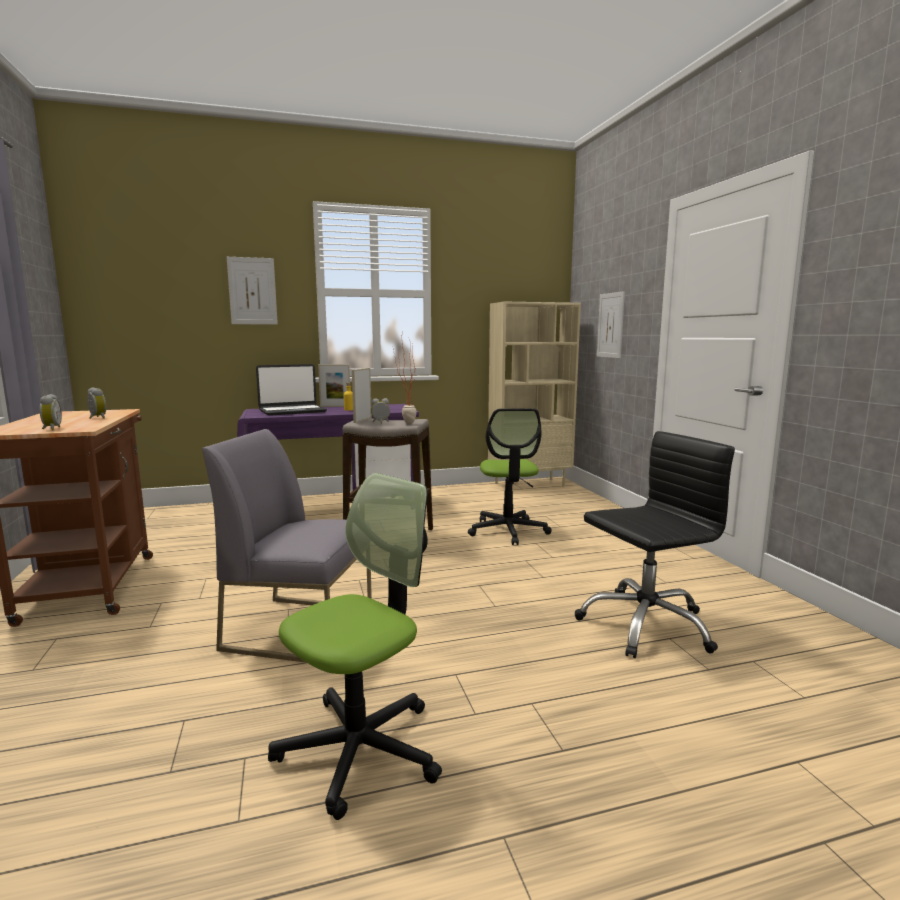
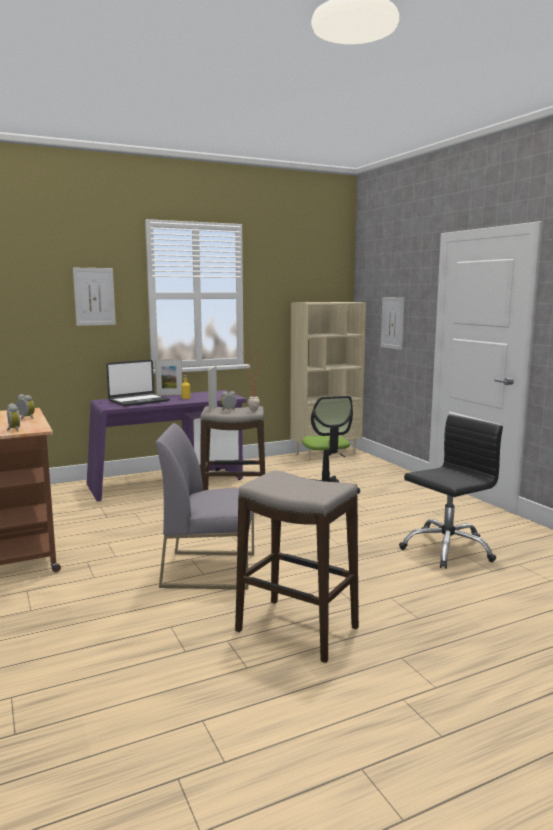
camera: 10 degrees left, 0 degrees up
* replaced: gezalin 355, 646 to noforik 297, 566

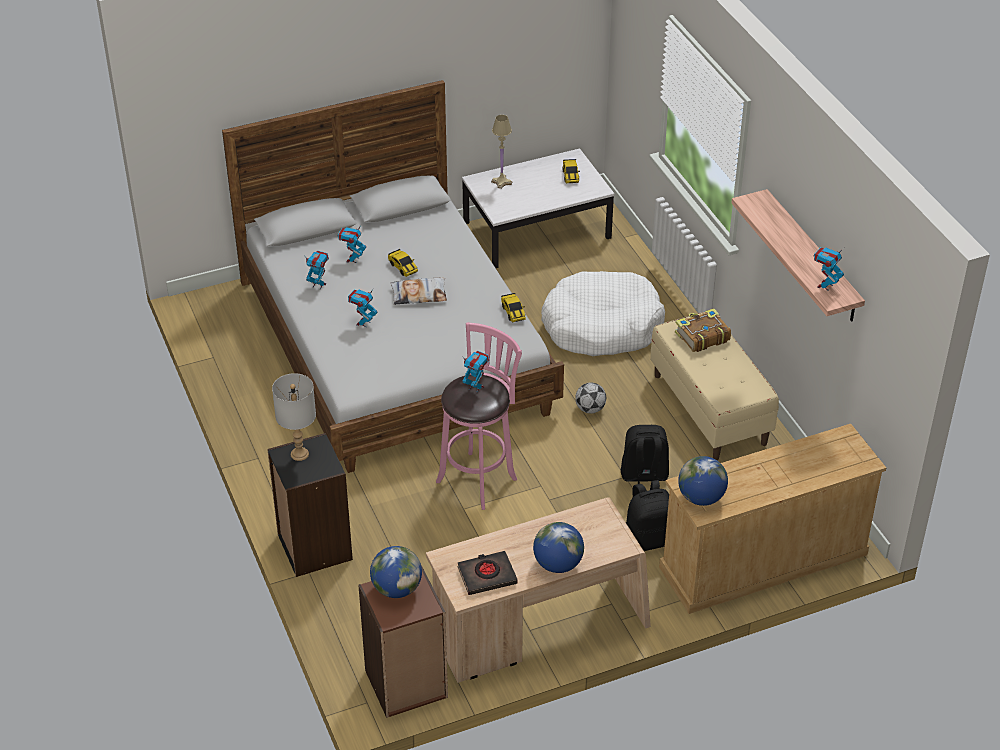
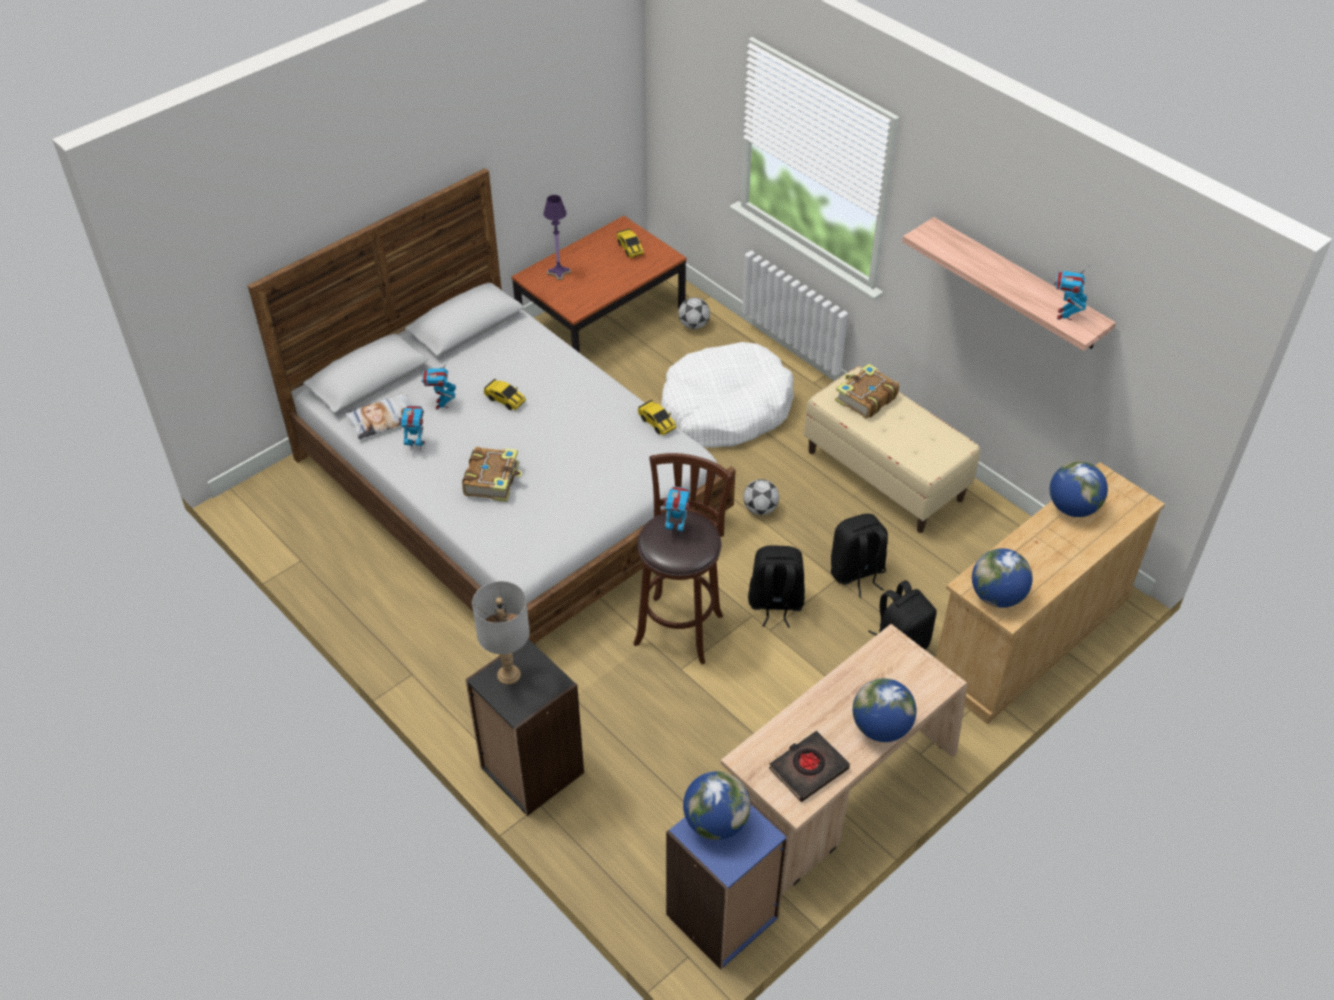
camera: 20 degrees left, 5 degrees up
* added: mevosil 694, 313
* added: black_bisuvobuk 776, 586
* added: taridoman 1079, 489
* moved: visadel 418, 291 to 378, 416
* replaced: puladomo 363, 307 to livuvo 492, 474
* recoloured: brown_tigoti 403, 642 to blue_tigoti 727, 885
* recoloured: pink_noforik 479, 416 to brown_noforik 683, 558
* recoloured: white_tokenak 538, 208 to brown_tokenak 599, 284
* recoloured: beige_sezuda 502, 152 to purple_sezuda 557, 237

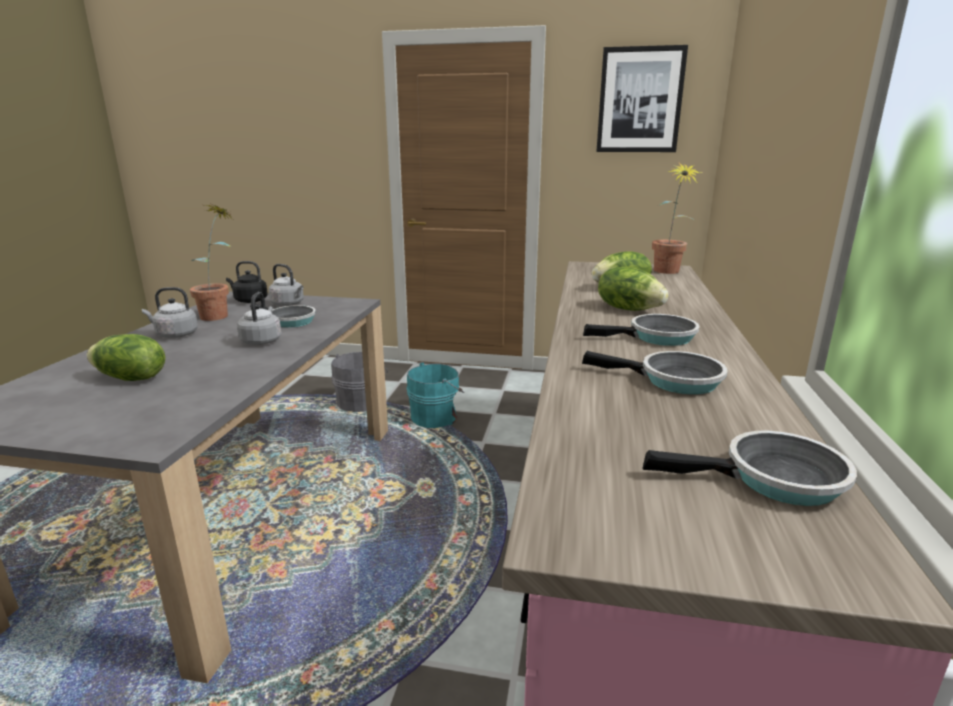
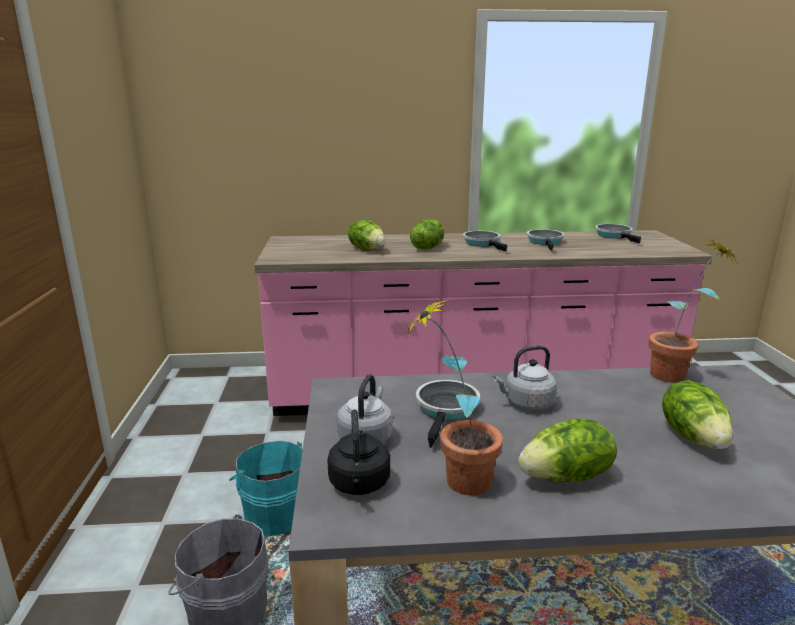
camera: 105 degrees left, 0 degrees up
* removed: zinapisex 642, 98
* moved: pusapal 678, 218 to 693, 311
* replaced: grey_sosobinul 170, 312 to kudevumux 567, 450

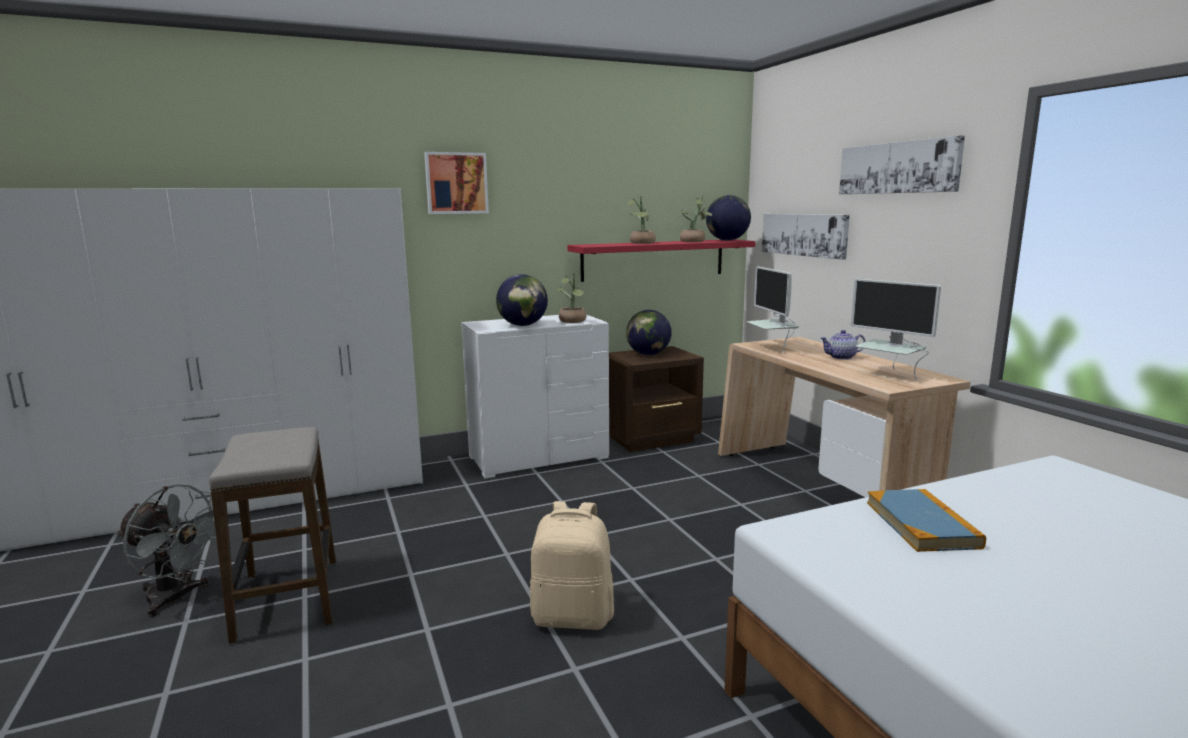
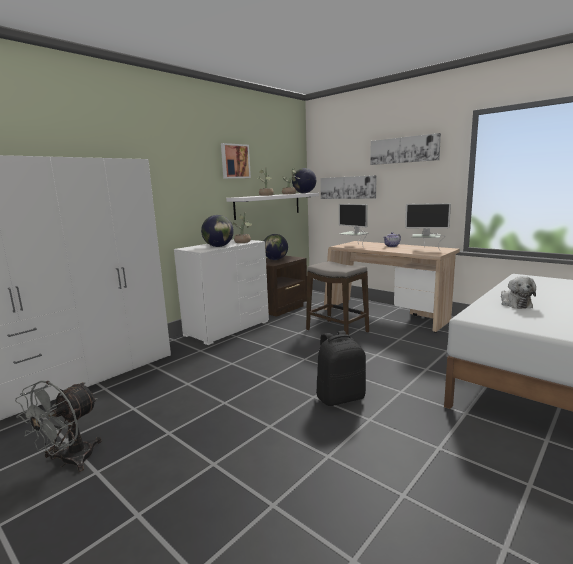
camera: 25 degrees left, 0 degrees up
* moved: noforik 272, 535 to 337, 298
* moved: zinapisex 456, 183 to 236, 161
* replaced: livuvo 926, 520 to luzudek 518, 292
* recoloured: beige_bisuvobuk 572, 565 to black_bisuvobuk 341, 368
* recoloured: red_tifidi 661, 260 to white_tifidi 272, 206
* turned: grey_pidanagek 167, 550 = 58, 426 120 degrees clockwise

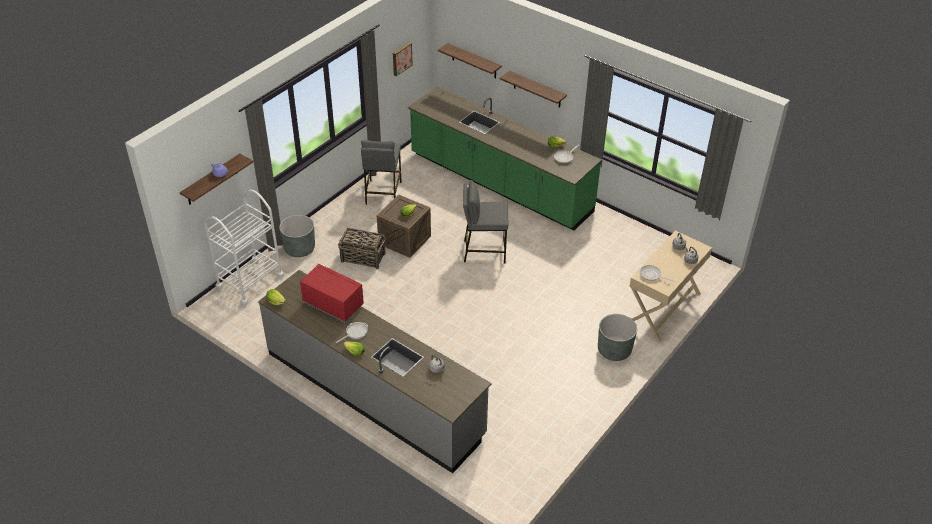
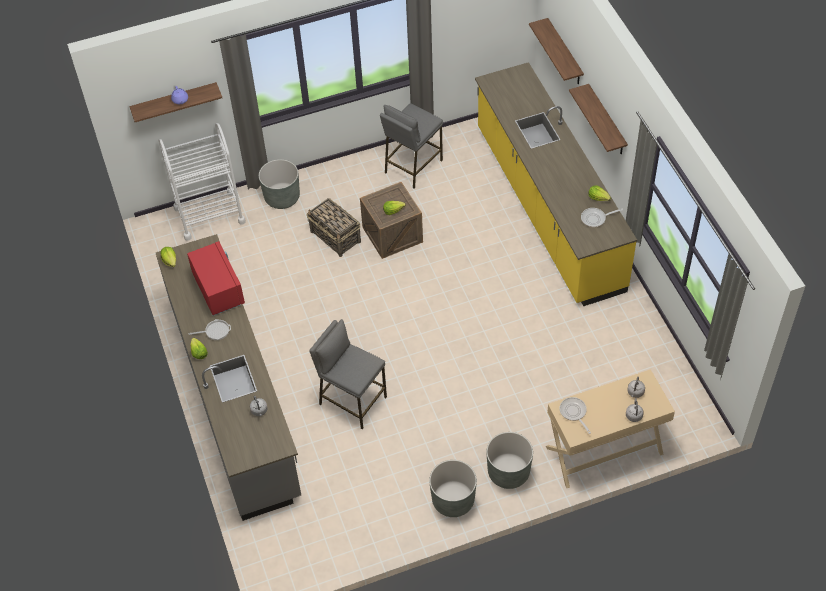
camera: 35 degrees right, 10 degrees up
* removed: zinapisex 403, 59
* added: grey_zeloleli 453, 488
* moved: grey_noforik 485, 221 to 348, 374
* recoloured: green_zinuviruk 505, 159 to yellow_zinuviruk 556, 184

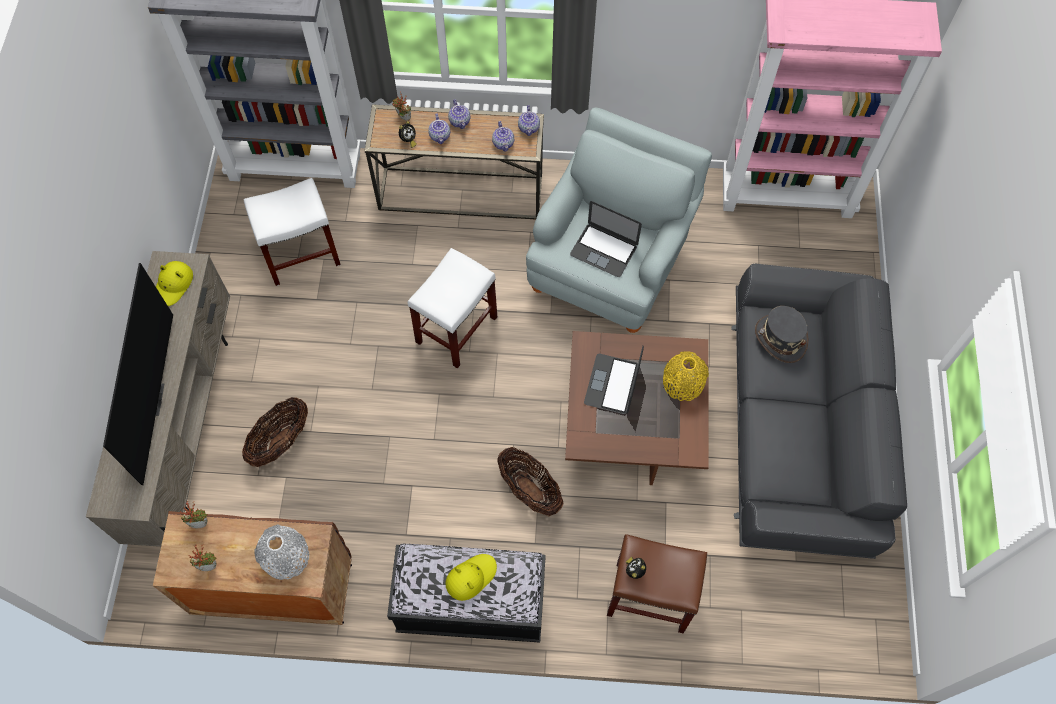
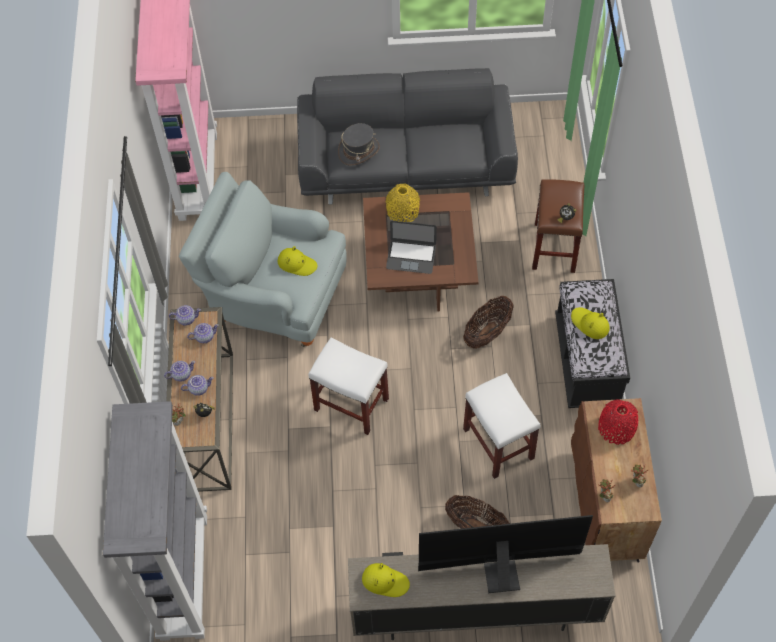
camera: 95 degrees left, 5 degrees down
* moved: white_noforik 292, 232 to 502, 426
* replaced: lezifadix 606, 239 to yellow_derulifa 297, 261
* recoloured: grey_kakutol 281, 552 to red_kakutol 618, 422

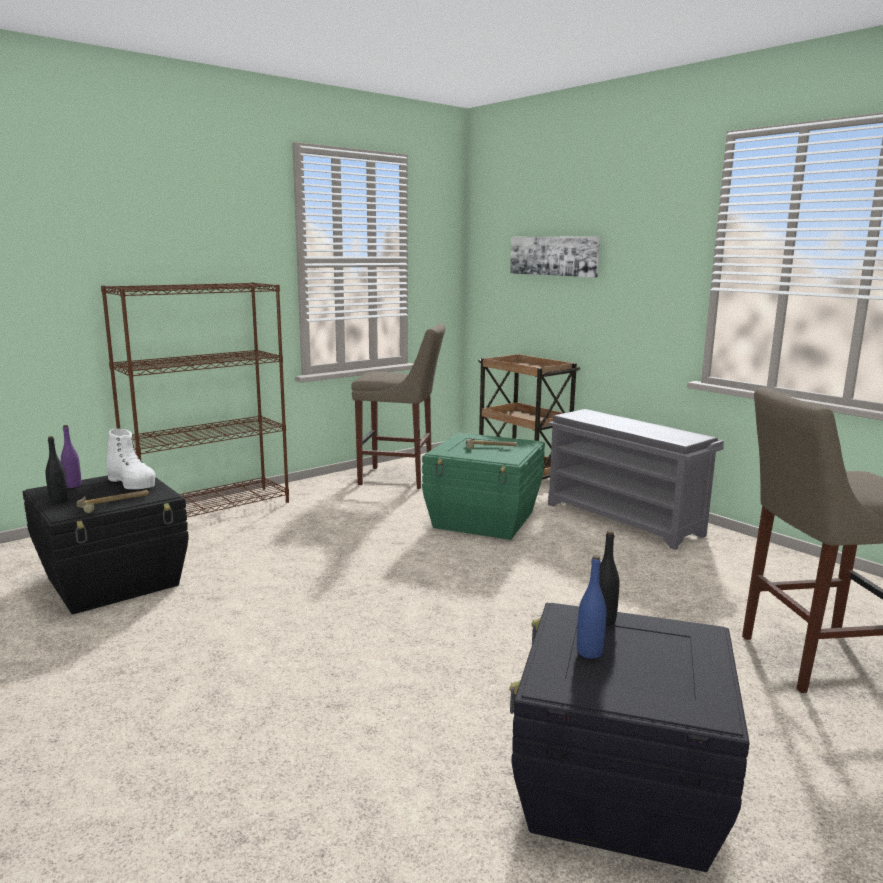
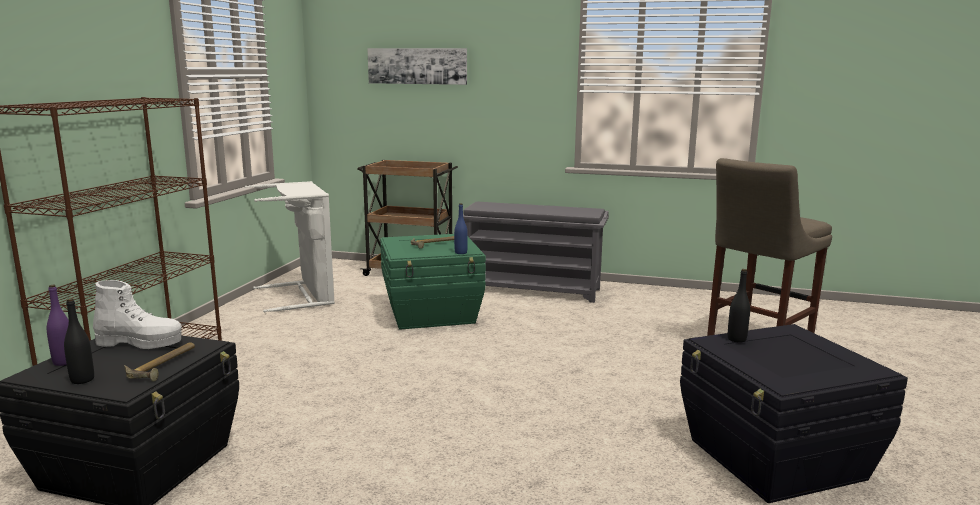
camera: 35 degrees left, 0 degrees up
* moved: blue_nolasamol 591, 607 to 461, 228
* replaced: beige_noforik 398, 406 to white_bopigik 289, 246

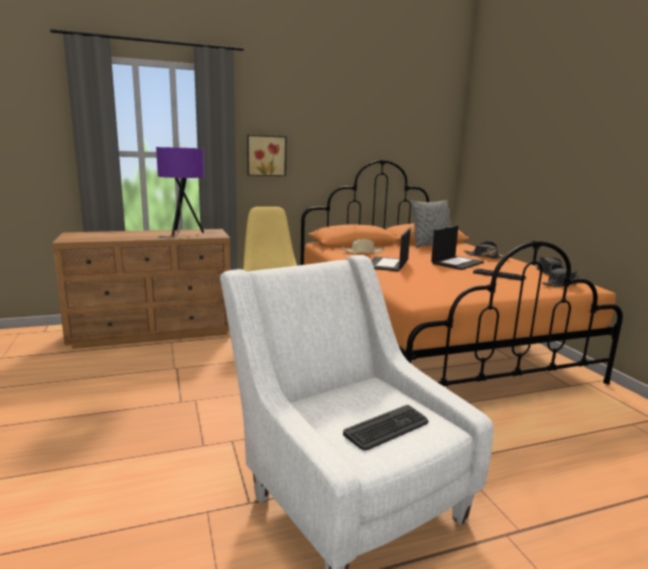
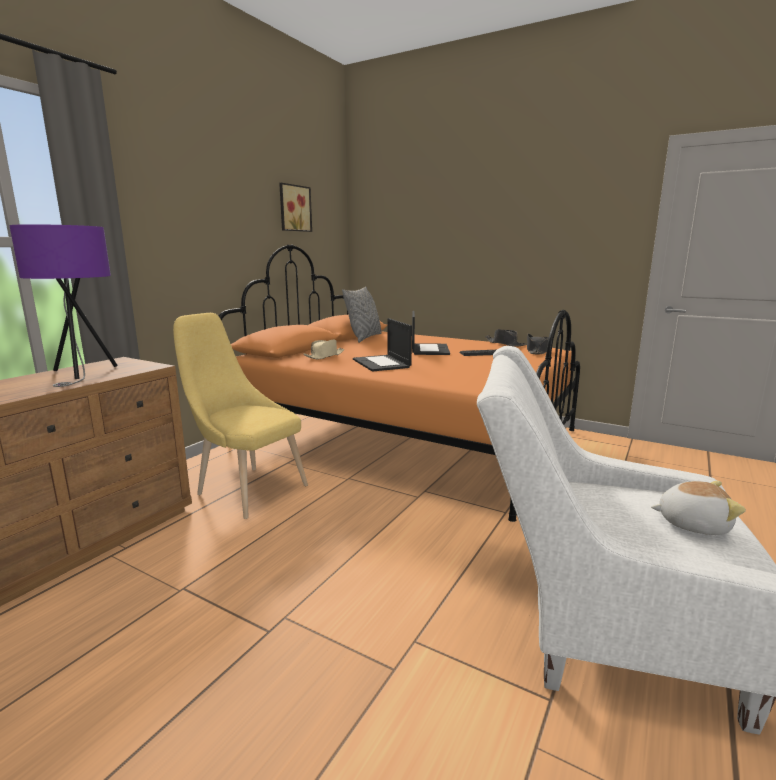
camera: 40 degrees left, 0 degrees up
* removed: black_derulifa 484, 250
* moved: zinapisex 266, 155 to 295, 207
* replaced: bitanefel 385, 427 to luzudek 698, 508

